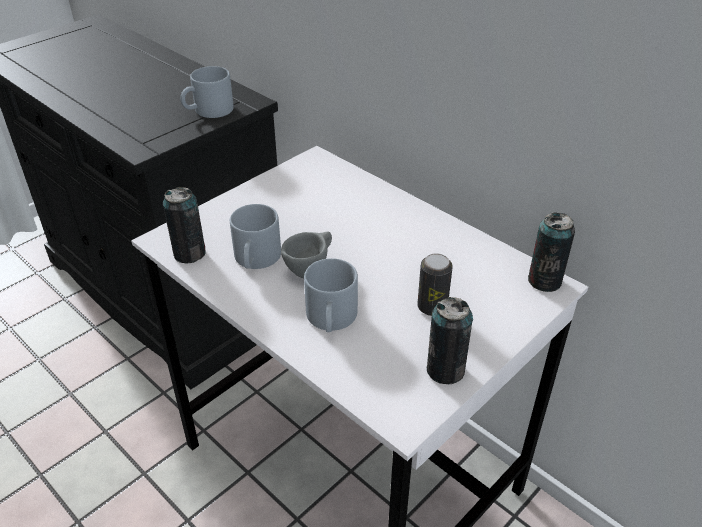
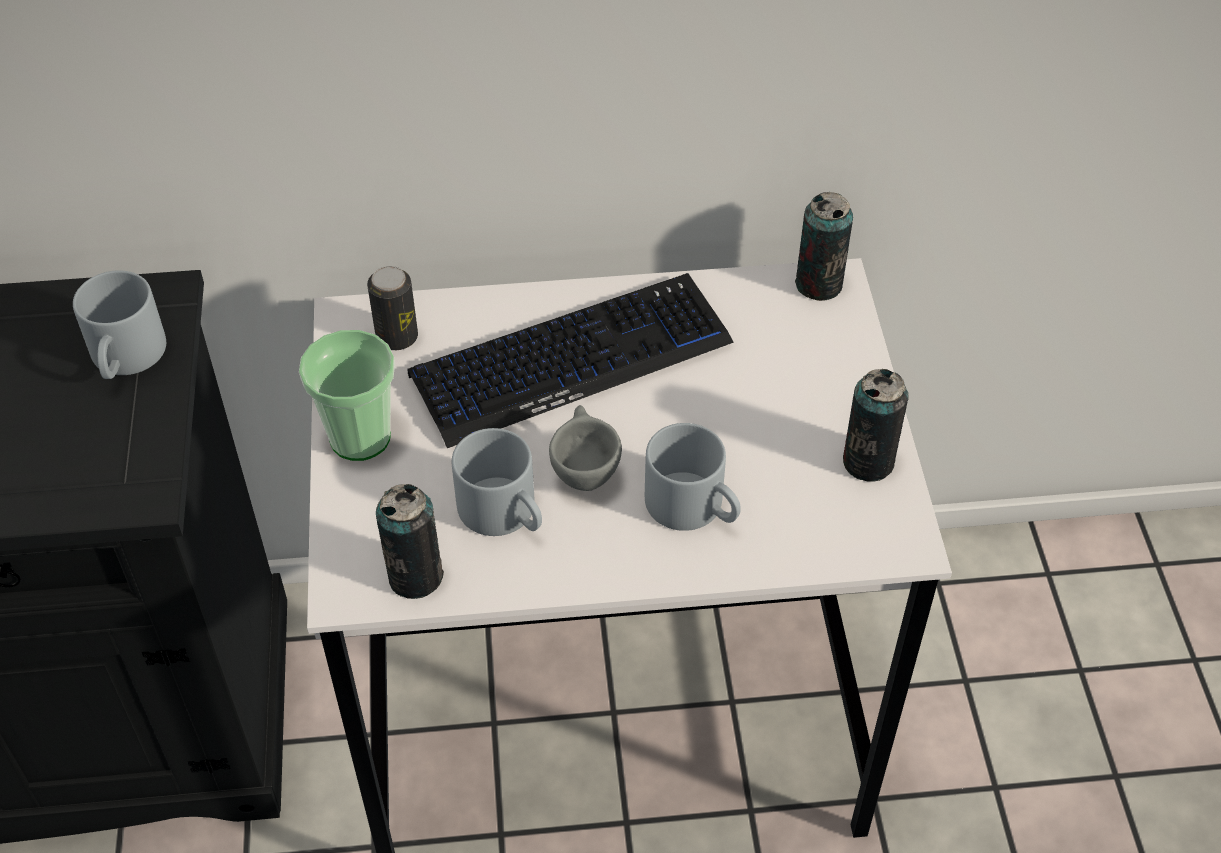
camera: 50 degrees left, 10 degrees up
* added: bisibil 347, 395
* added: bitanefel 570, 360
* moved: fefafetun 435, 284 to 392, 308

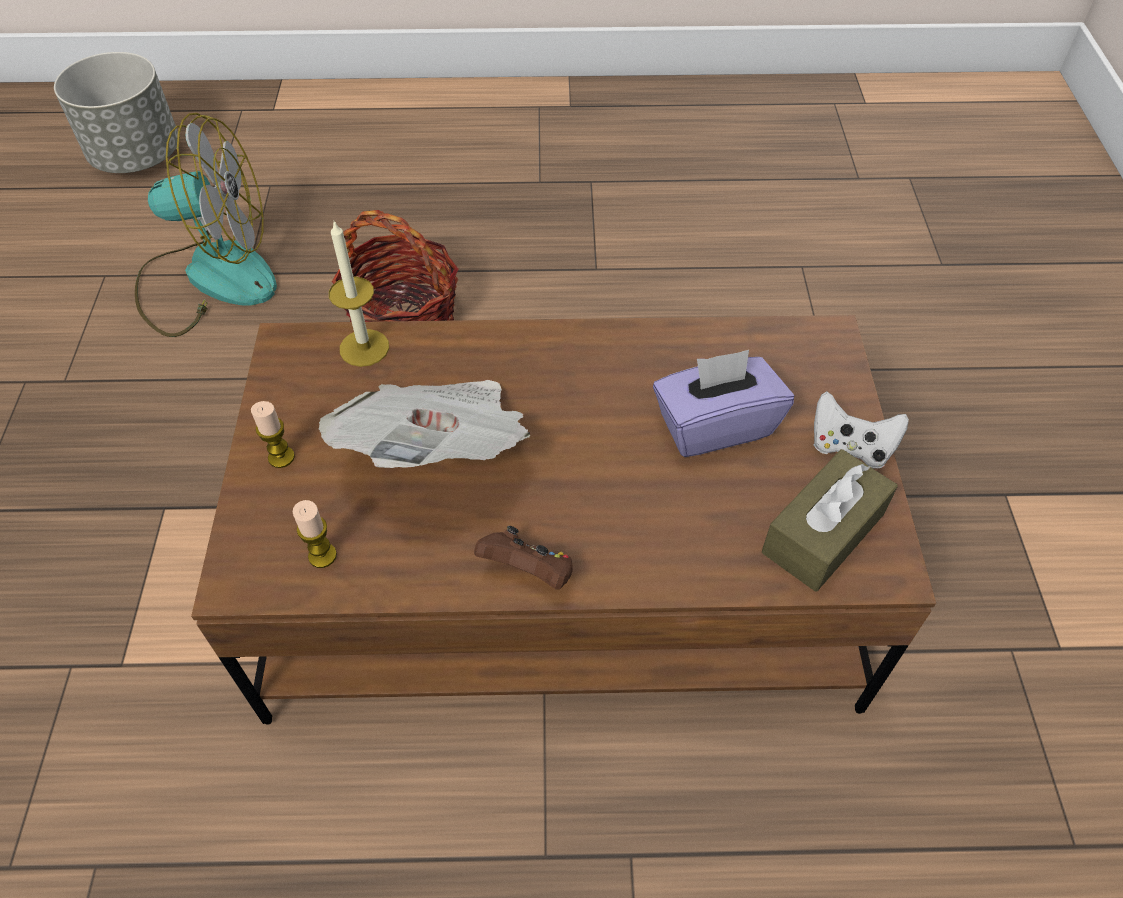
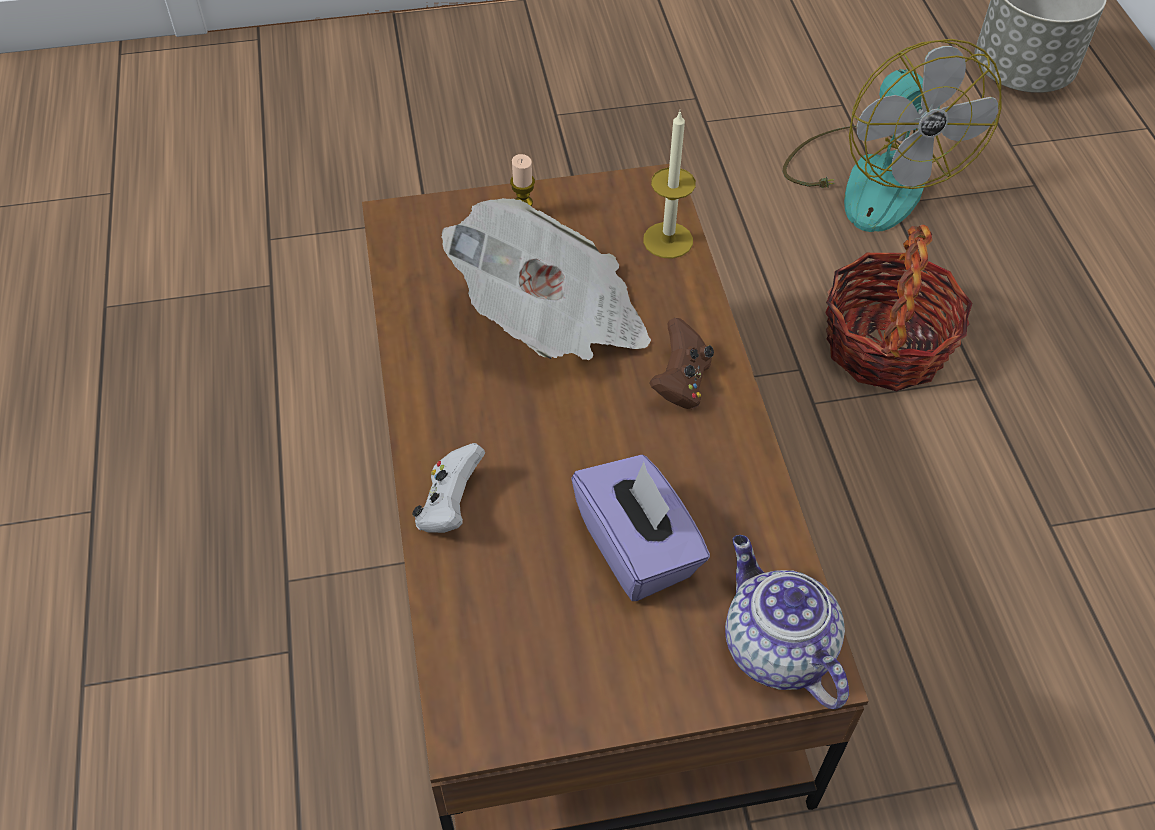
camera: 80 degrees right, 0 degrees up
* removed: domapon 315, 534
* removed: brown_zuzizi 830, 520
* added: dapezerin 787, 622
* moved: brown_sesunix 523, 557 to 681, 364
* moved: white_sesunix 861, 430 to 448, 488

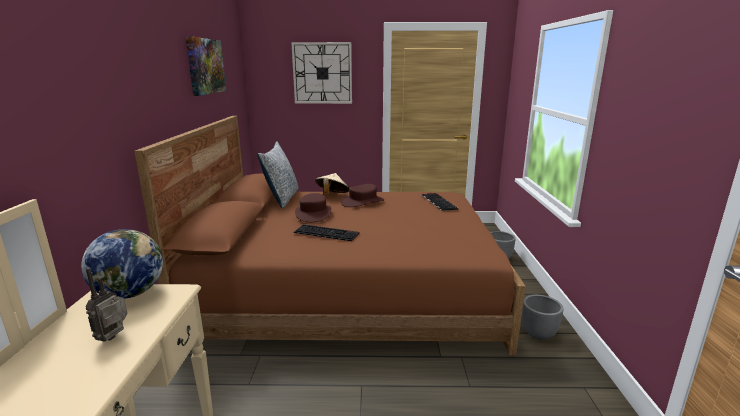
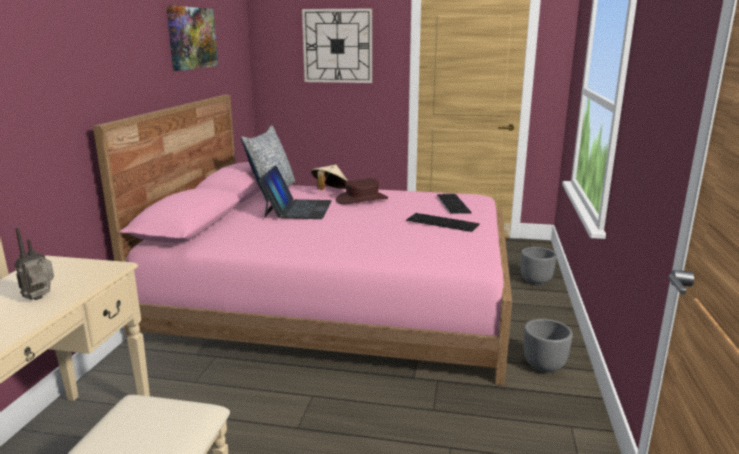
camera: 10 degrees right, 0 degrees up
* removed: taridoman 122, 264
* moved: bitanefel 327, 232 to 443, 222
* replaced: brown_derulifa 313, 207 to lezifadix 295, 192
* recoloured: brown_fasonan 330, 235 to pink_fasonan 302, 240

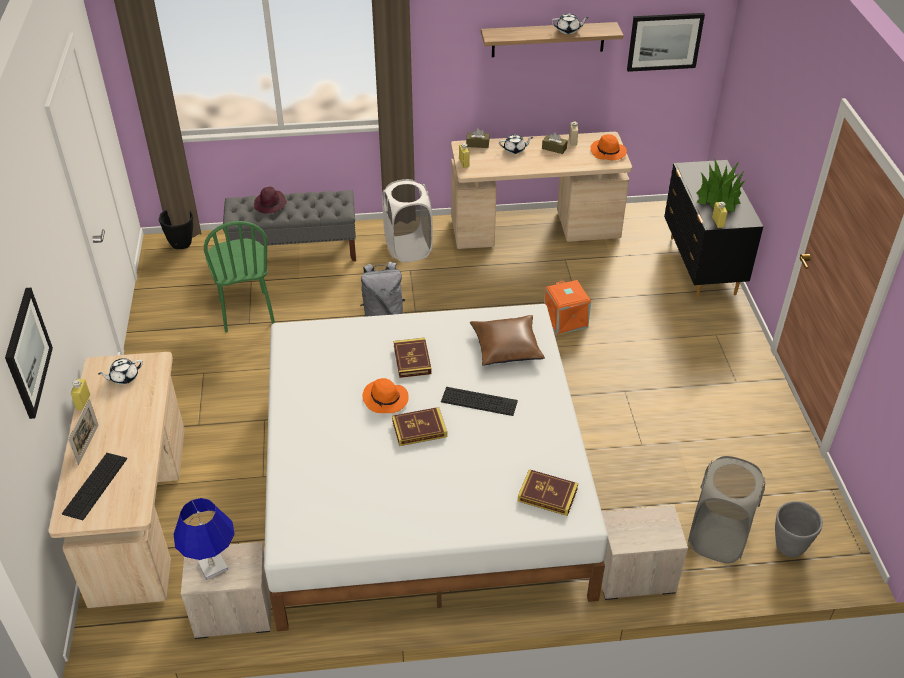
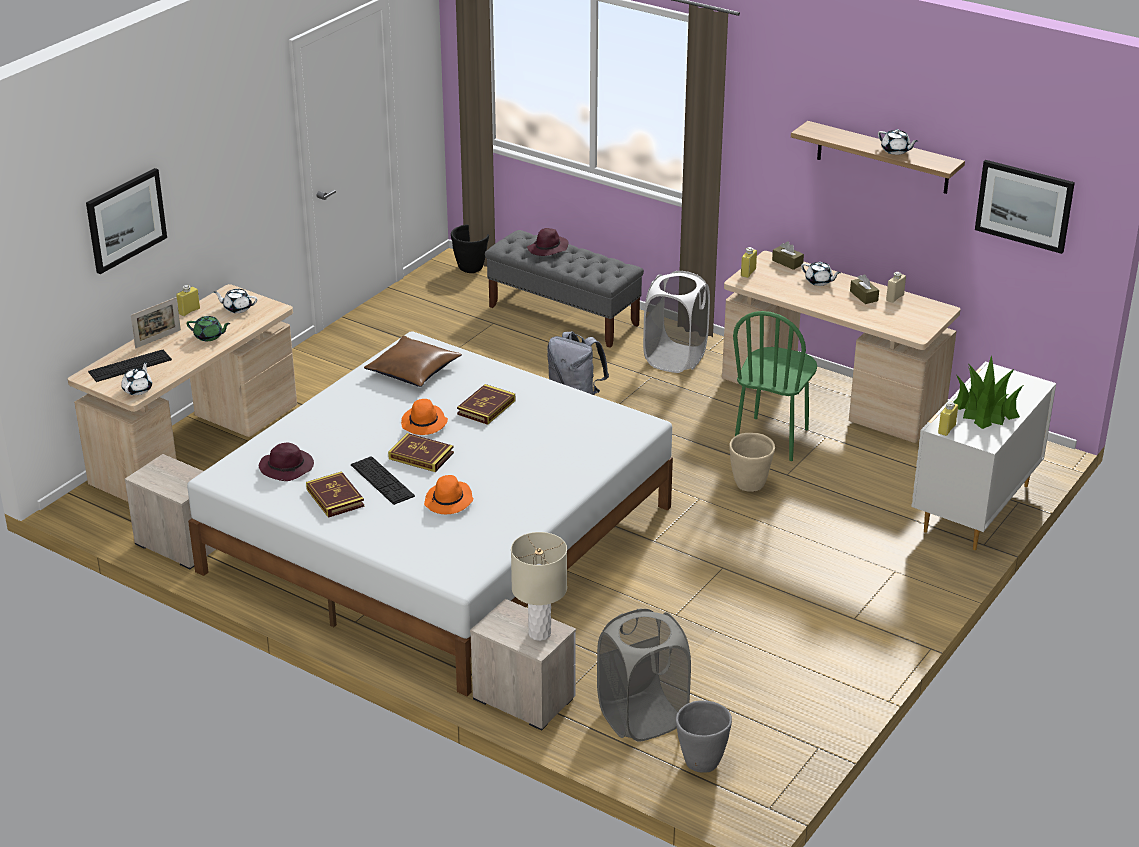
camera: 40 degrees right, 10 degrees down
* removed: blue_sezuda 204, 539
* added: white_dapezerin 136, 378
* added: green_dapezerin 208, 328
* added: purple_derulifa 286, 461
* added: beige_sezuda 539, 586
* moved: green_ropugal 239, 277 to 775, 386
* moved: bitanefel 479, 401 to 383, 480
* moved: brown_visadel 507, 340 to 413, 361
* moved: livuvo 548, 492 to 335, 494
* moved: orange_derulifa 609, 147 to 448, 494
* replaced: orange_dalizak 567, 307 to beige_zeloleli 752, 462
* recoloured: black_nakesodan 714, 229 to white_nakesodan 983, 455

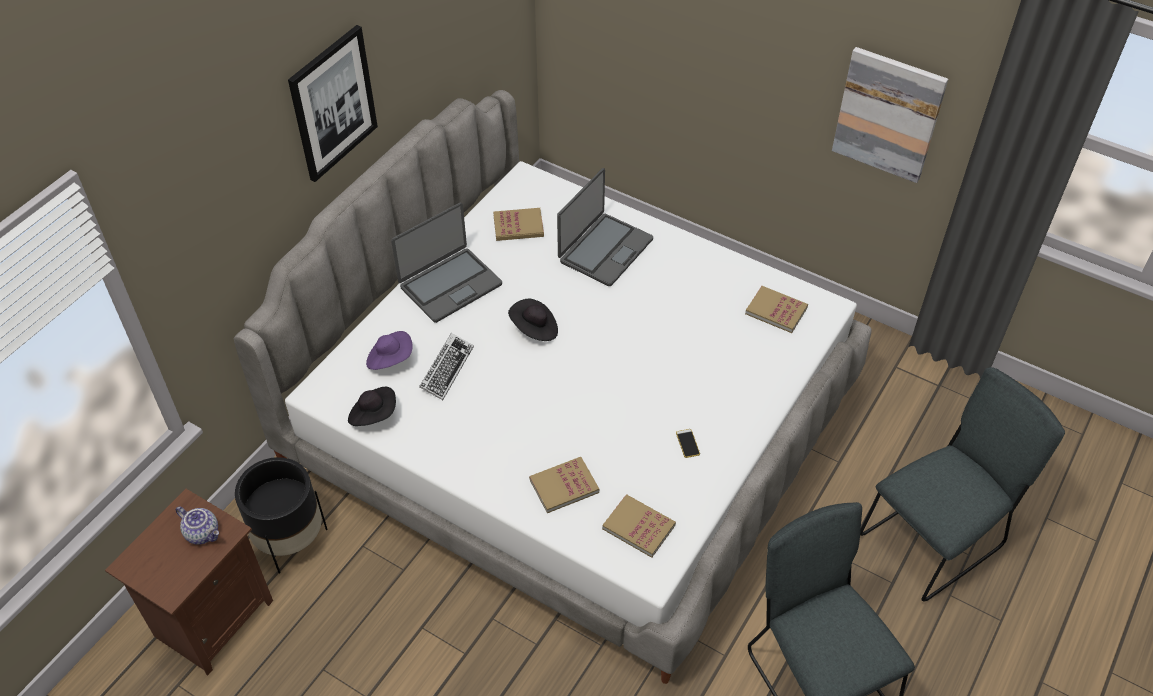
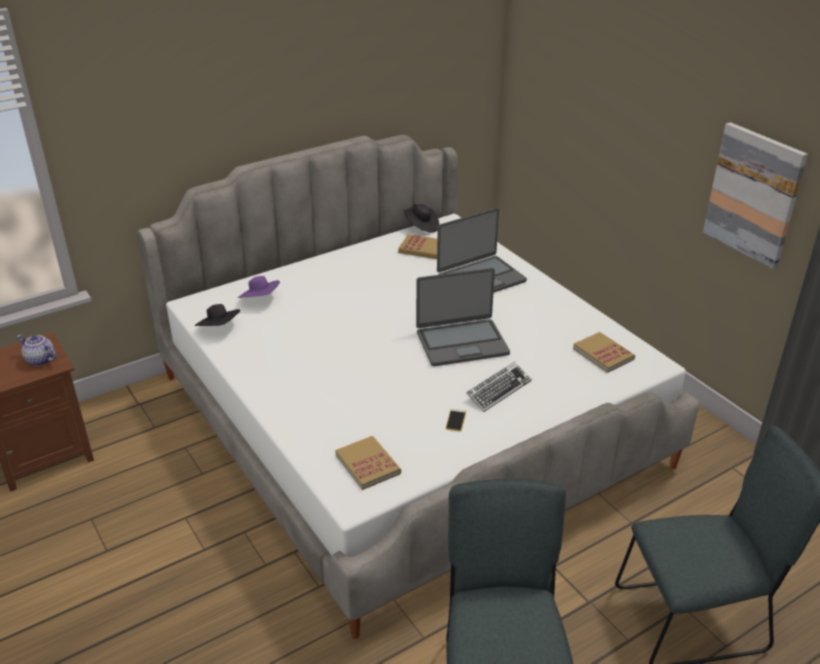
camera: 25 degrees right, 15 degrees down
* removed: black_zeloleli 281, 515
* removed: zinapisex 333, 103
* removed: livuvo 564, 485
* moved: lezifadix 446, 263 to 463, 317
* moved: bitanefel 446, 366 to 499, 387
* moved: black_derulifa 533, 320 to 421, 218
* turned: dapezerin 197, 525 = 37, 350 150 degrees clockwise

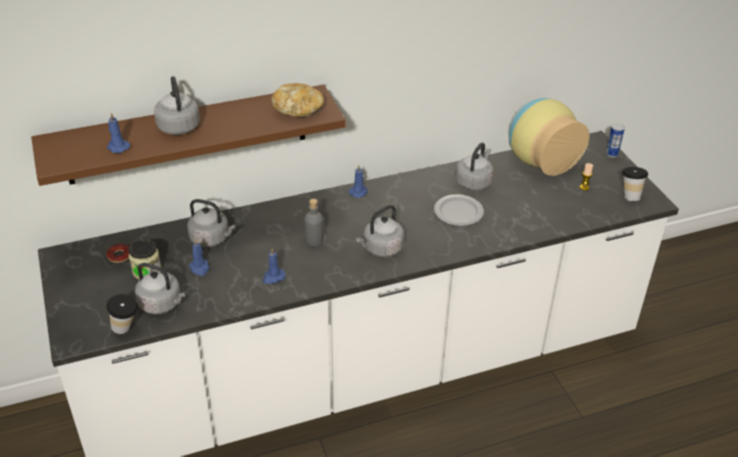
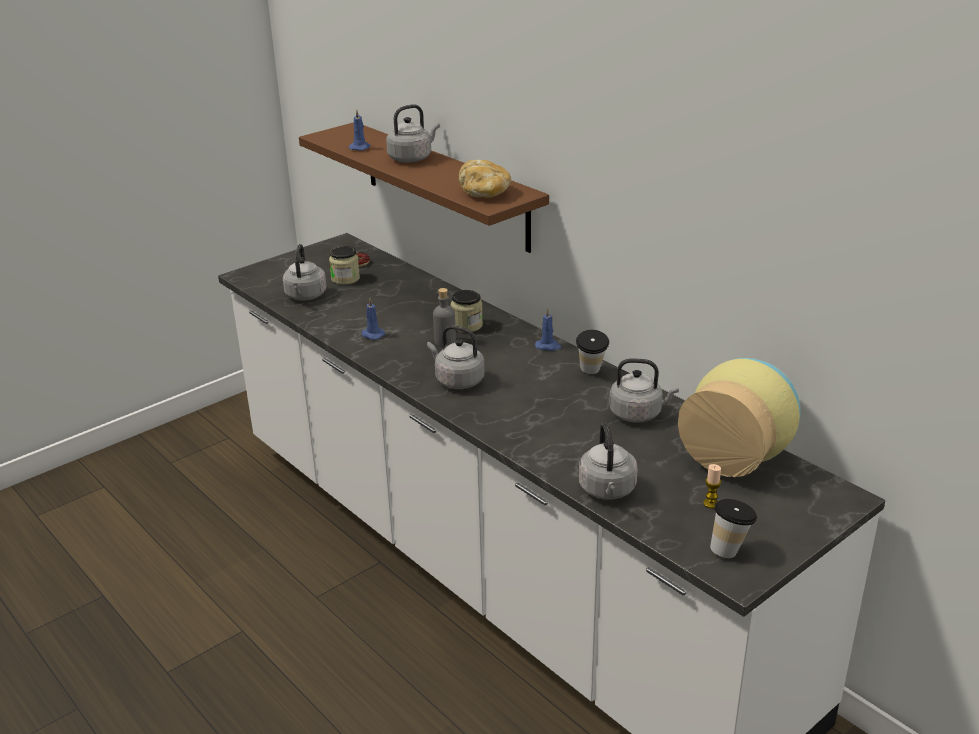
camera: 70 degrees right, 10 degrees down
* removed: blue_domapon 199, 257
* removed: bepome 459, 210
* removed: fefafetun 615, 140
* added: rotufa 467, 311
* moved: bisibil 122, 314 to 592, 352
* moved: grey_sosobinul 211, 223 to 608, 461

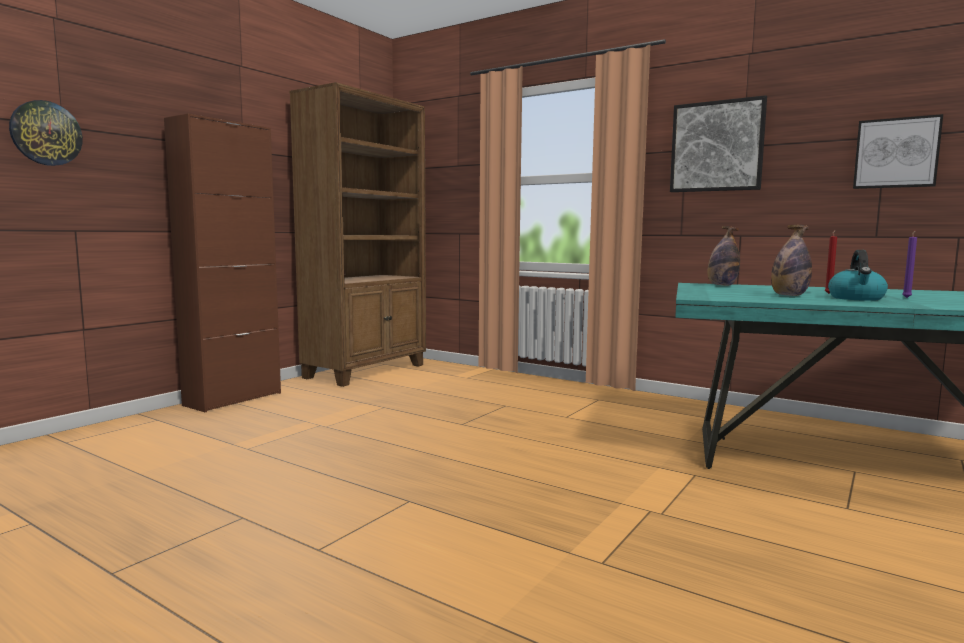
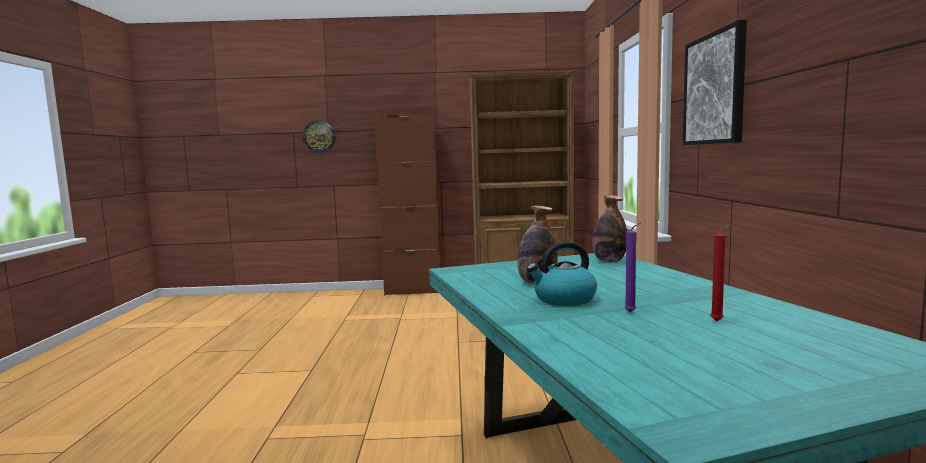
camera: 55 degrees right, 0 degrees up
* removed: zinapisex 898, 151
* moved: red_domapon 831, 262 to 720, 273

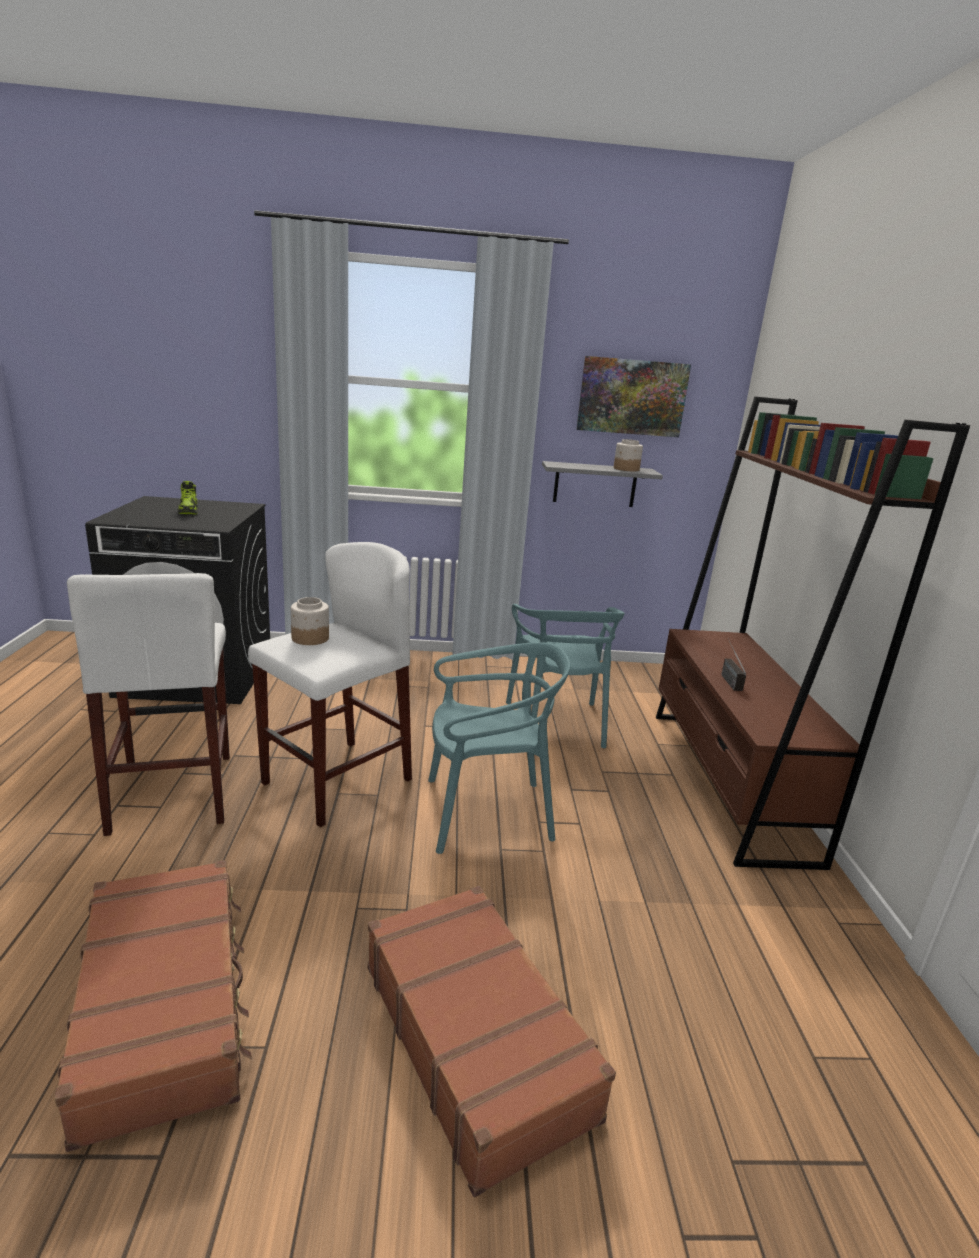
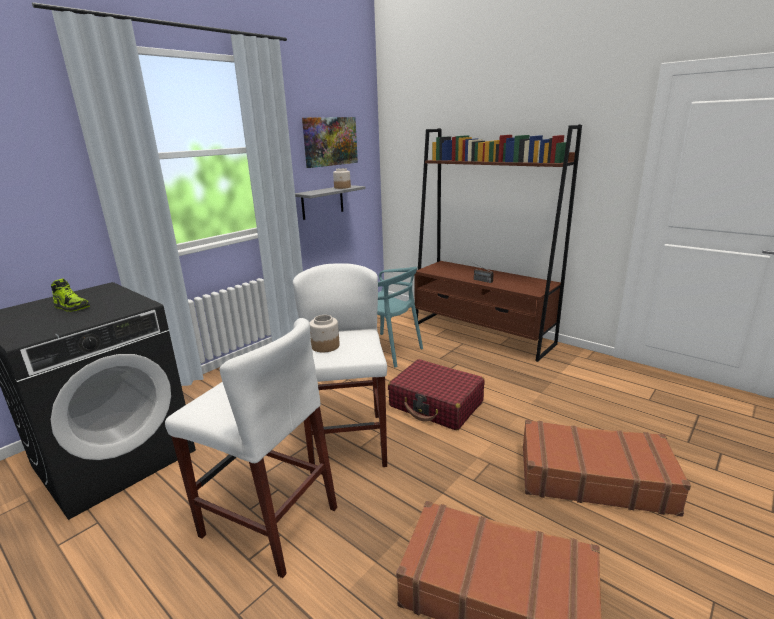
camera: 45 degrees left, 0 degrees up
* replaced: turquoise_ropugal 499, 748 to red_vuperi 436, 394

